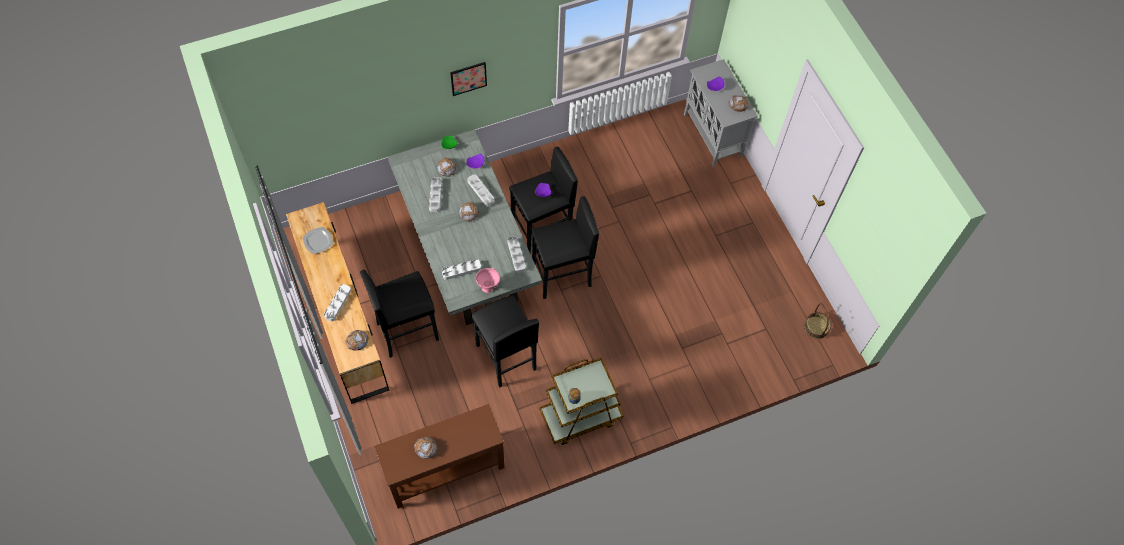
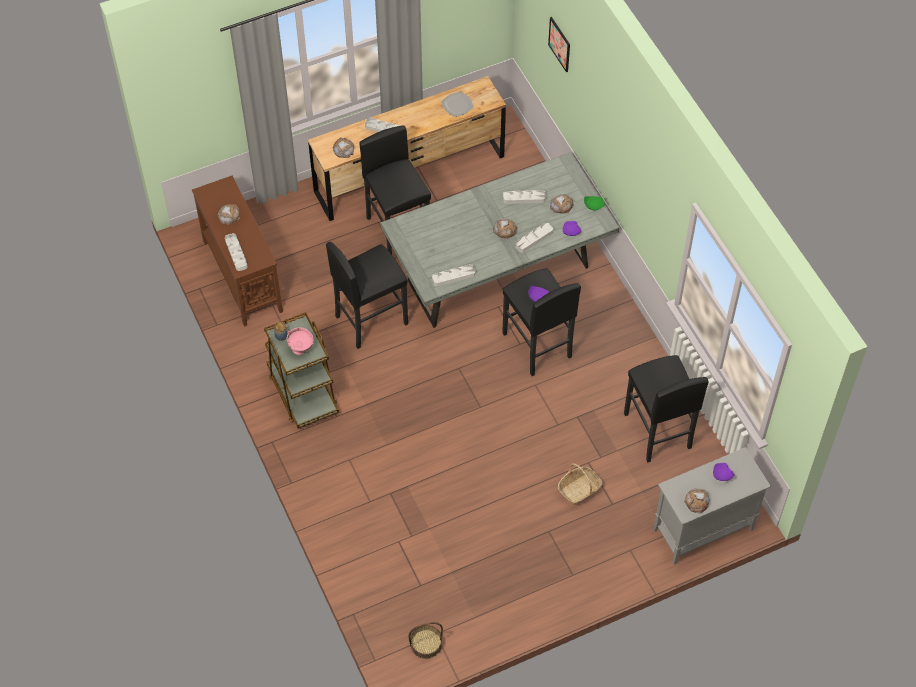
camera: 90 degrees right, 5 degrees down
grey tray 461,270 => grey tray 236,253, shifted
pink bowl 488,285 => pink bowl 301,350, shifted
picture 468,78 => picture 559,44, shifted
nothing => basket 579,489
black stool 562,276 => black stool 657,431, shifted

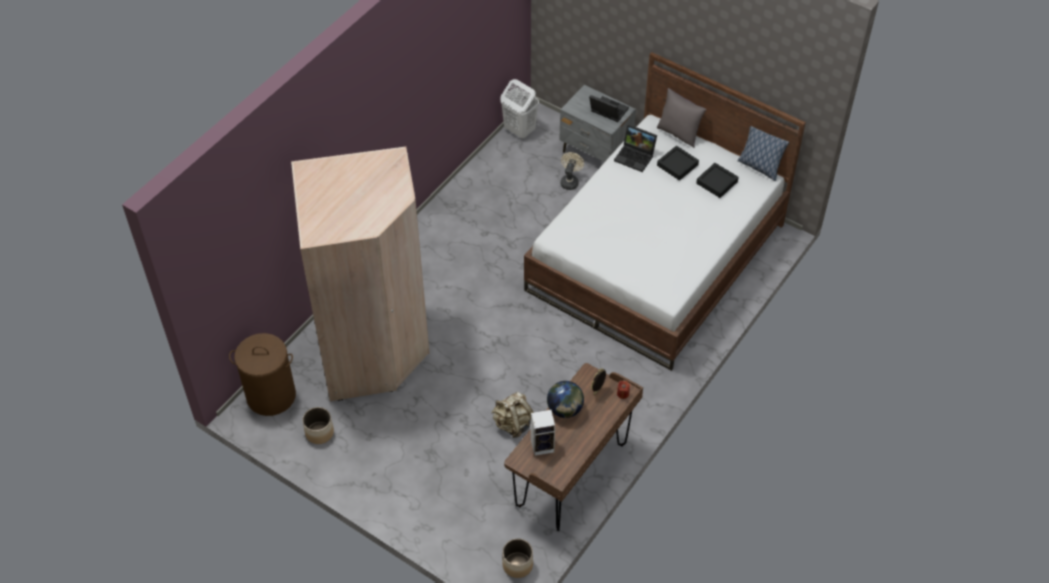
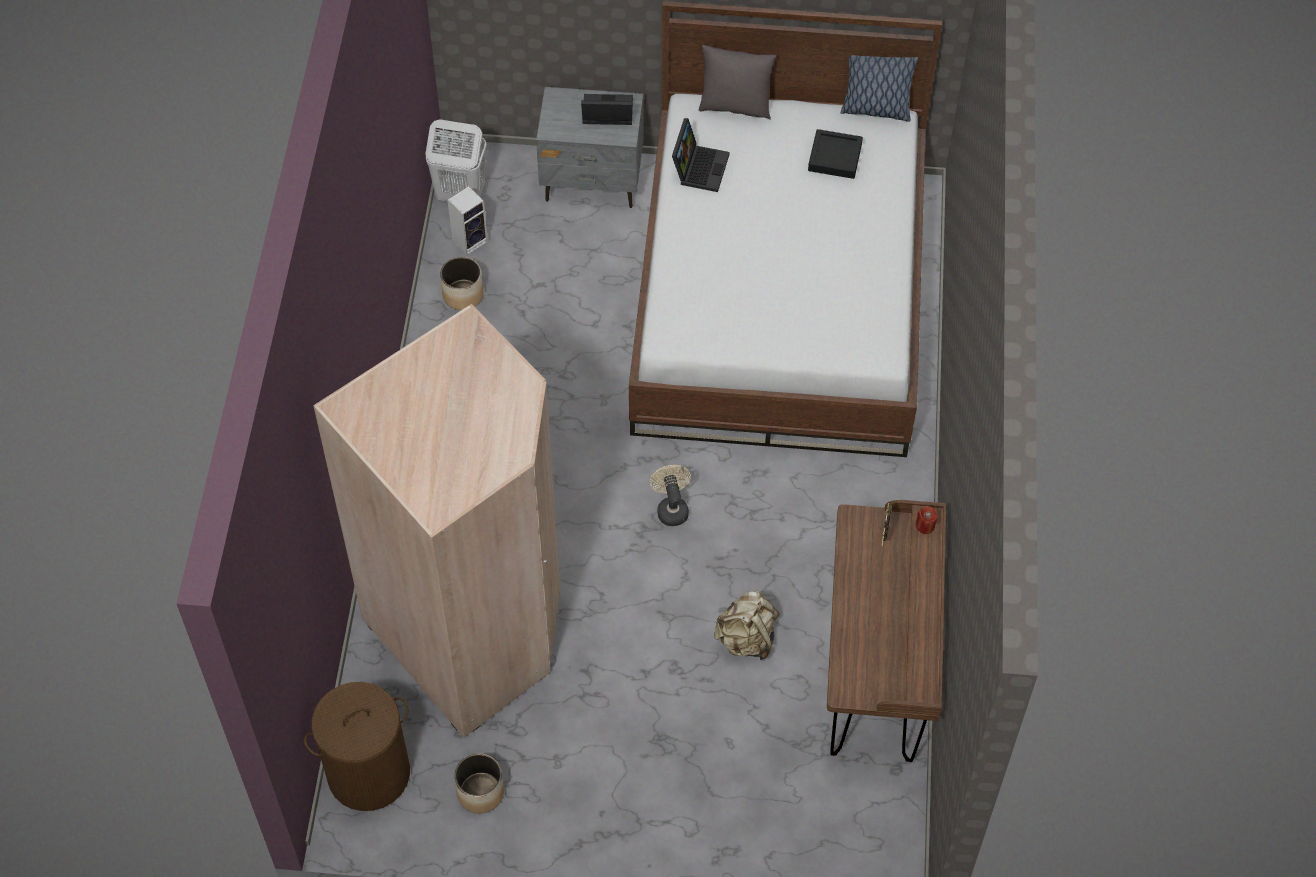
camera: 30 degrees left, 5 degrees up
planter 517,565 => planter 462,295, shifted
speaker 543,445 => speaker 470,240, shifted
beige fan 570,181 => beige fan 671,508, shifted
laptop 635,156 => laptop 699,167, 75 degrees counterclockwise
globe 565,409 => nothing
black tray 677,165 => nothing

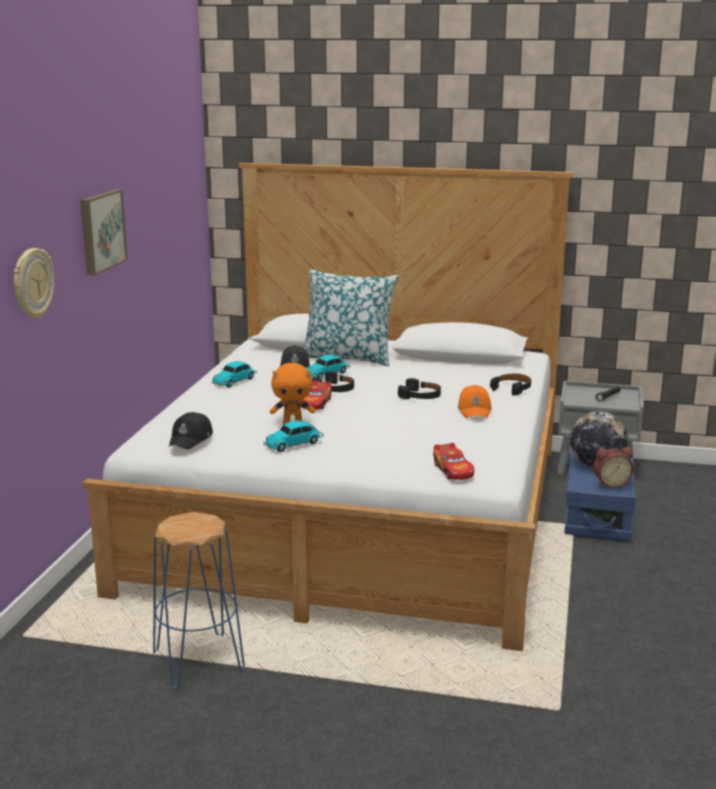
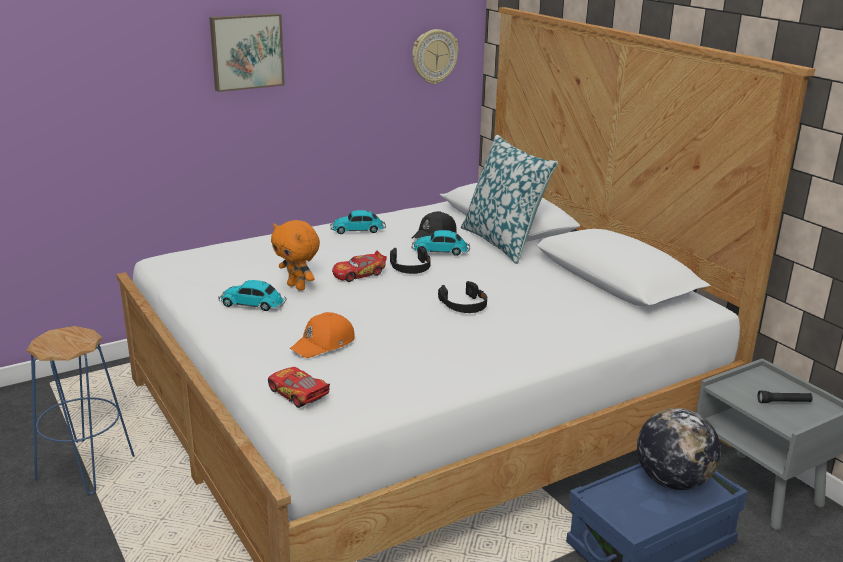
camera: 45 degrees right, 5 degrees up
toy car 453,470 => toy car 298,394, 105 degrees clockwise
orange cap 475,410 => orange cap 324,344, shifted
wall clock 32,283 => wall clock 434,56, shifted
black cap 191,439 => nothing
black headphones 512,388 => nothing
alarm clock 610,483 => nothing

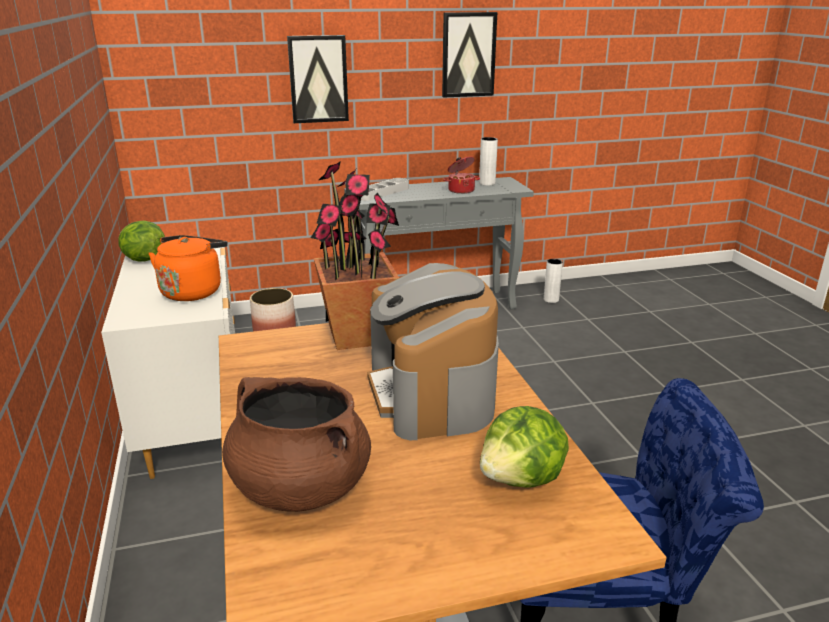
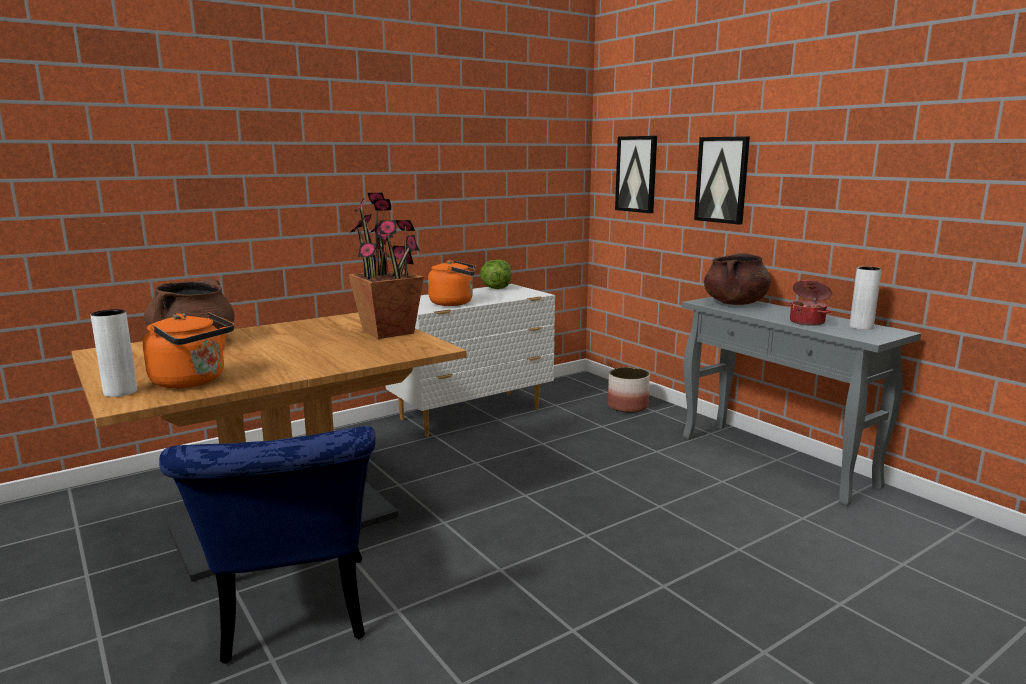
camera: 70 degrees right, 10 degrees down
white vase 551,300 => white vase 120,392, shifted
lettuce 522,479 => orange kettle 192,381
picture 468,55 => picture 636,174, shifted
grey tray 382,193 => brown cooking pot 735,303
coffee machine 431,392 => nothing

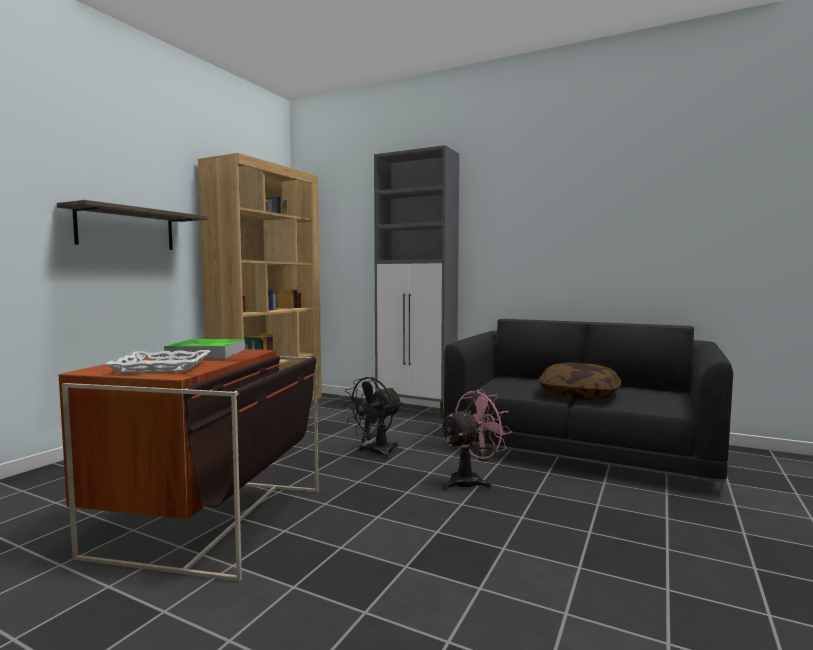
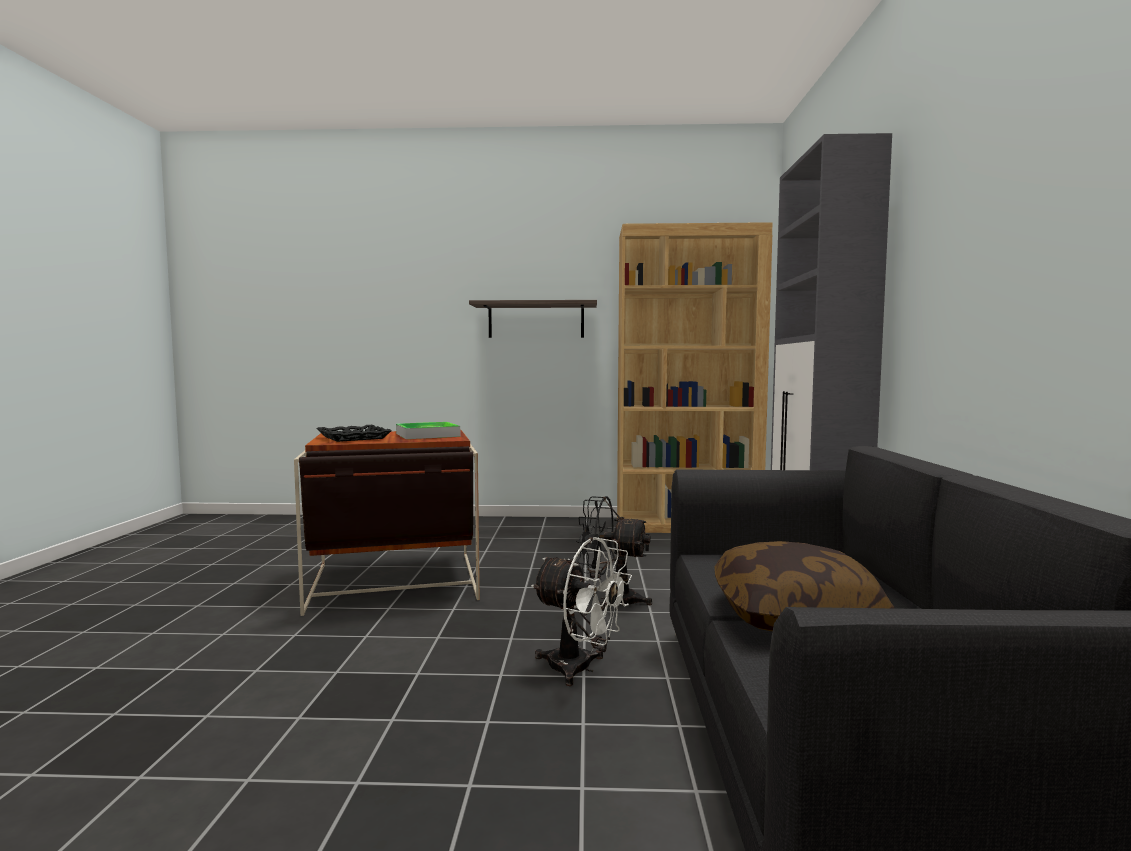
camera: 65 degrees right, 0 degrees up
white tray 162,367 => black tray 353,437
pink fan 471,481 => white fan 580,669

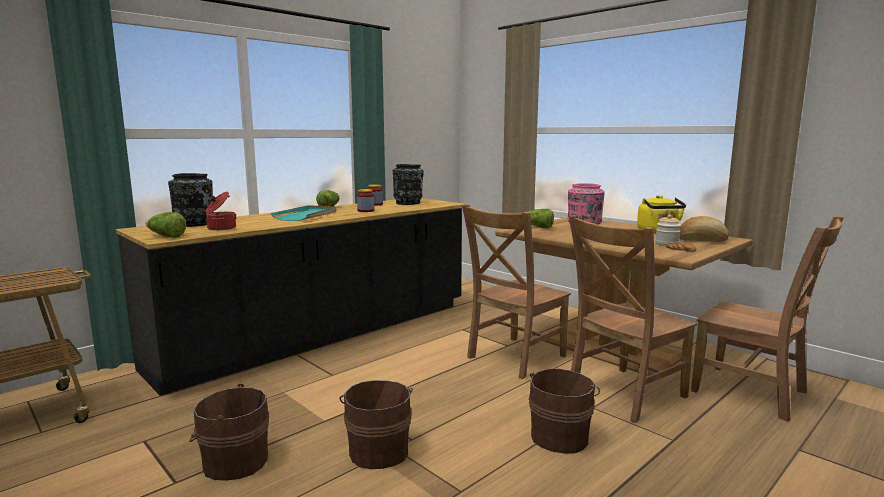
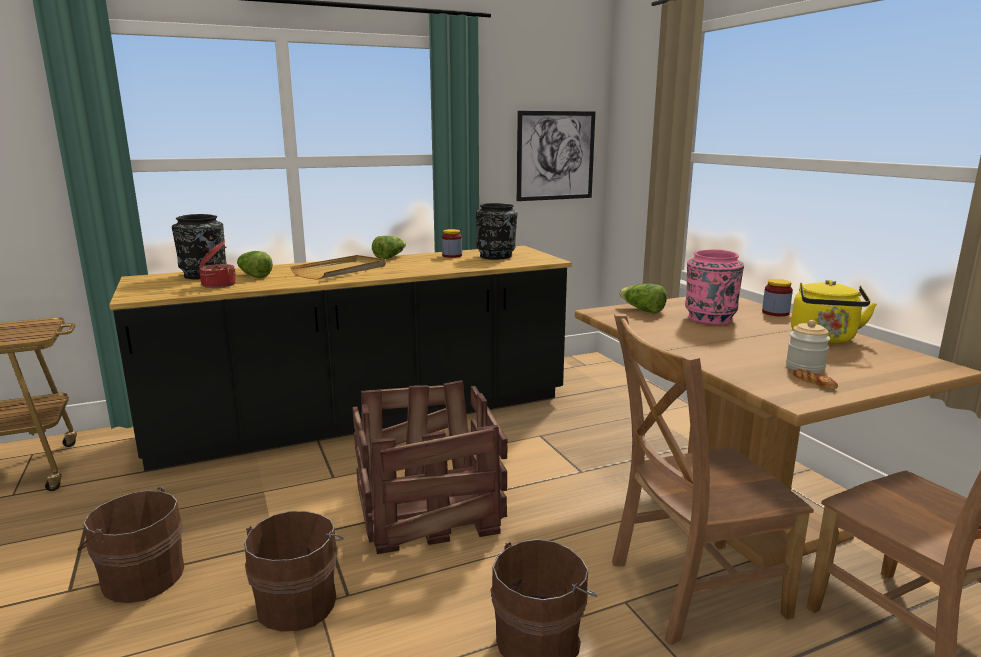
camera: 20 degrees right, 5 degrees up
lettuce 166,236 => lettuce 254,276, shifted
turquoise tray 306,215 => beige tray 341,270
nothing => crate 430,508
nothing => picture 555,156
jar 365,211 => jar 775,313, shifted
brown chair 514,358 => nothing
bread 701,241 => nothing

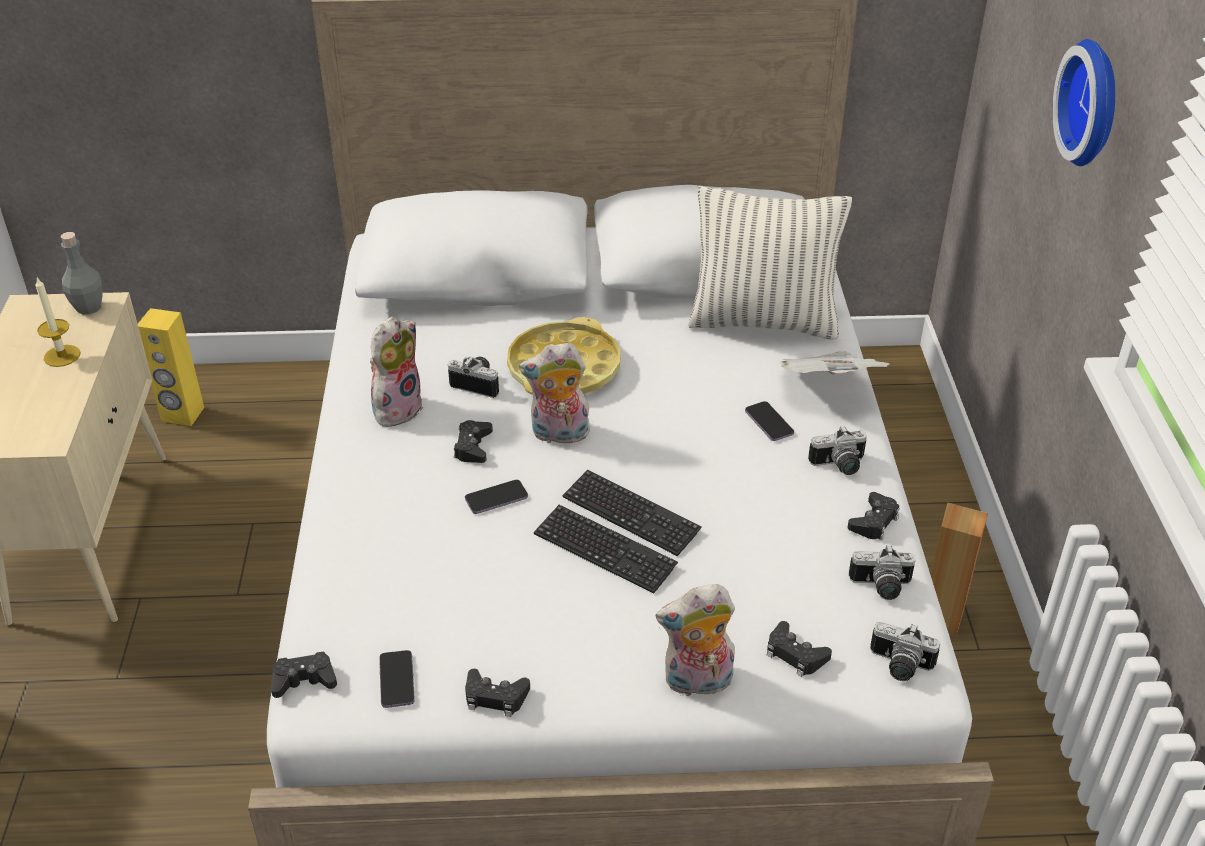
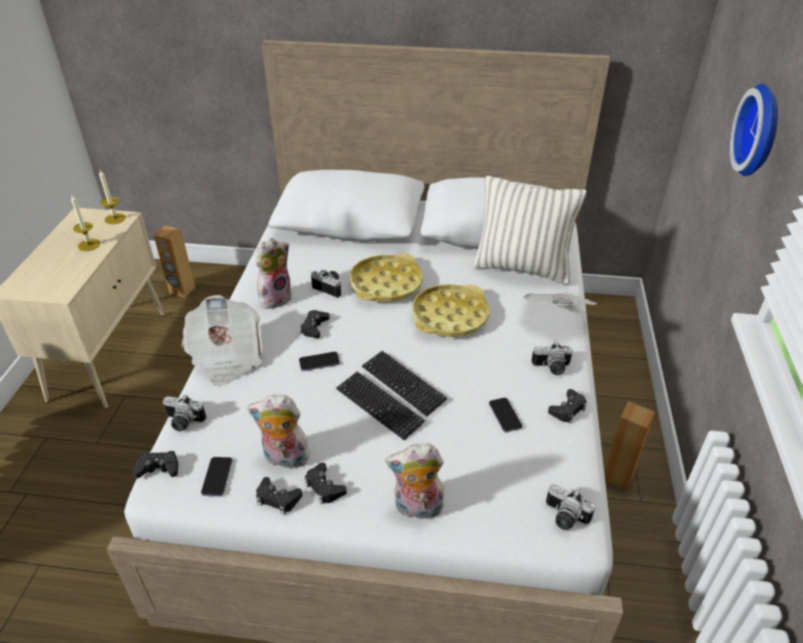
camera: 10 degrees right, 0 degrees up
grey bottle 89,307 => candle 115,218
yellow speaker 182,414 => brown speaker 182,290
photo camera 881,587 => photo camera 183,422, shifted
nothing => newspaper 226,357
plush toy 559,435 => plush toy 284,459, shifted
black game controller 795,654 => black game controller 324,487, shifted
nothing => yellow tray 449,316
phone 769,423 => phone 505,415, shifted

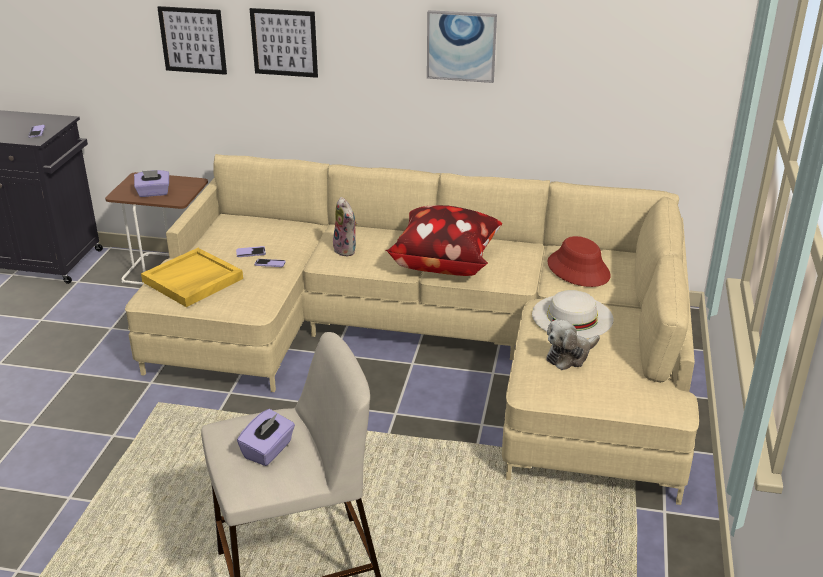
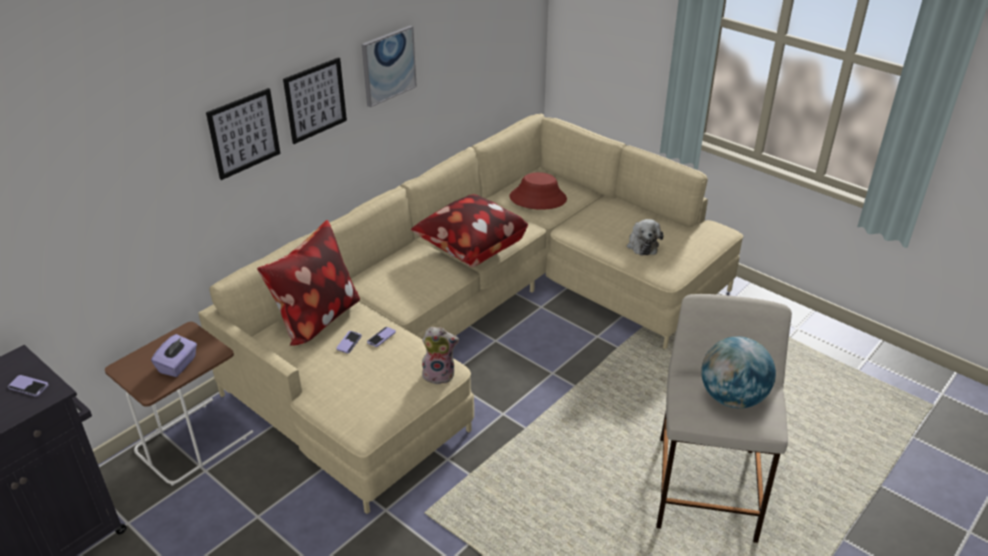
camera: 60 degrees left, 5 degrees up
nothing => pillow 316,319
picture 193,40 => picture 315,100, shifted
plush toy 347,250 => plush toy 439,374, shifted
purple tissue box 268,450 => globe 732,398
yellow tray 192,281 => nothing
white hat 572,316 => nothing

